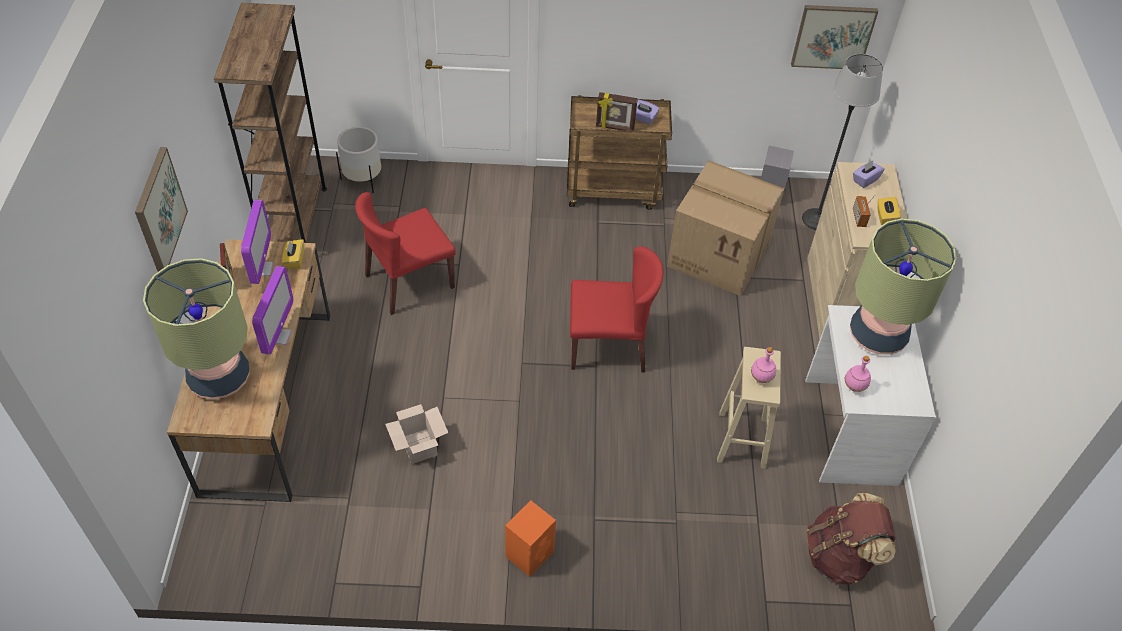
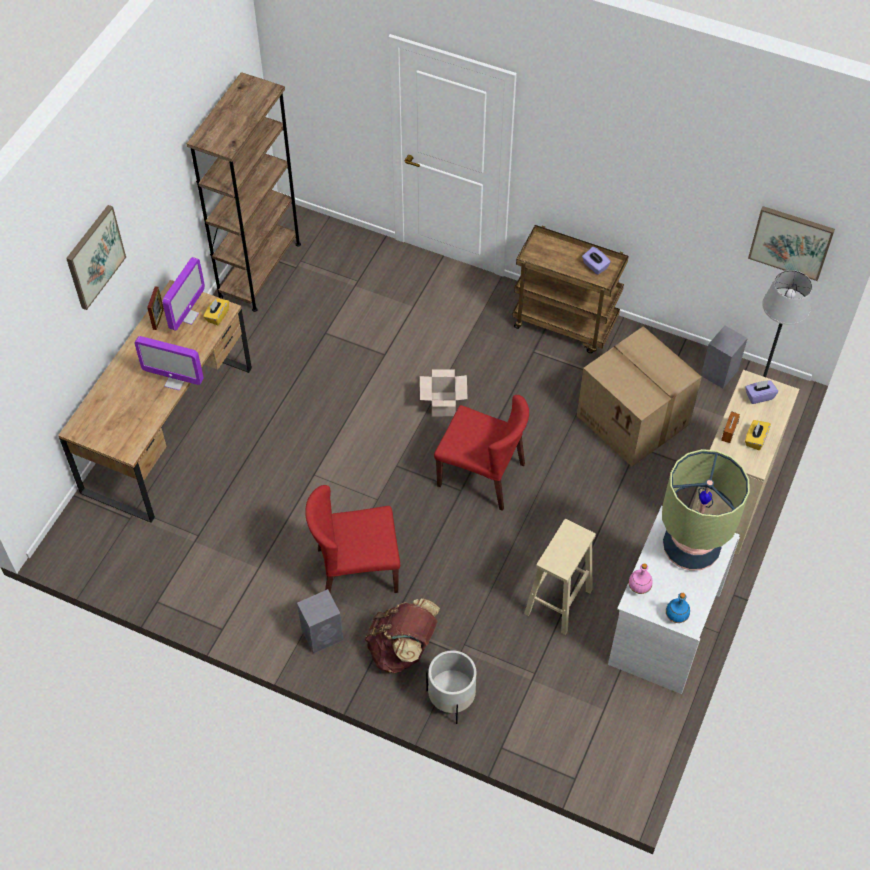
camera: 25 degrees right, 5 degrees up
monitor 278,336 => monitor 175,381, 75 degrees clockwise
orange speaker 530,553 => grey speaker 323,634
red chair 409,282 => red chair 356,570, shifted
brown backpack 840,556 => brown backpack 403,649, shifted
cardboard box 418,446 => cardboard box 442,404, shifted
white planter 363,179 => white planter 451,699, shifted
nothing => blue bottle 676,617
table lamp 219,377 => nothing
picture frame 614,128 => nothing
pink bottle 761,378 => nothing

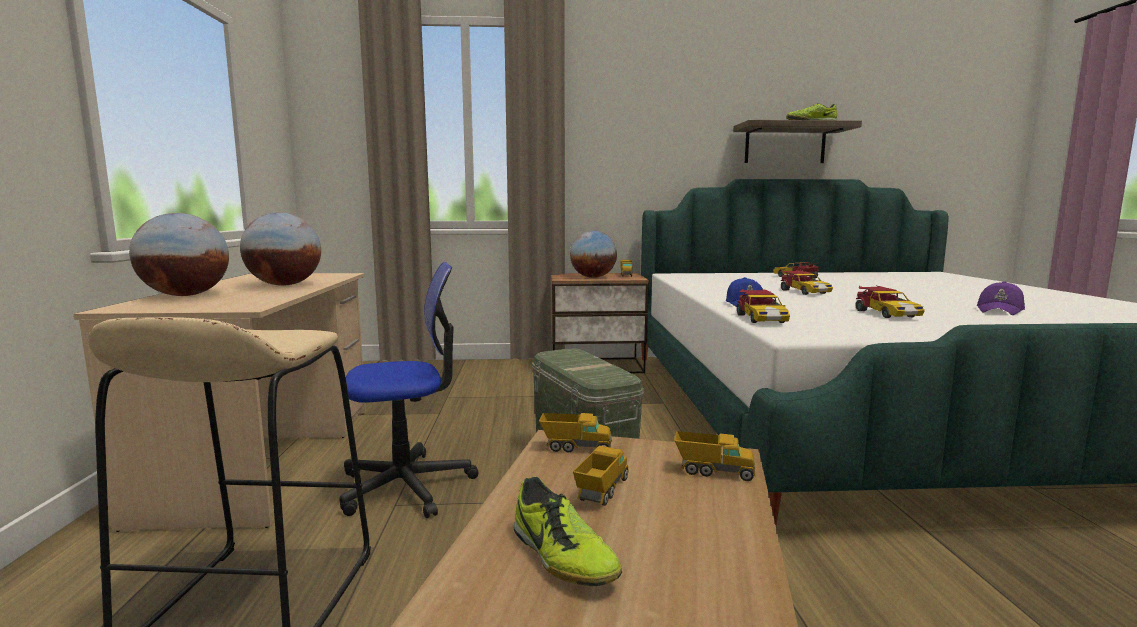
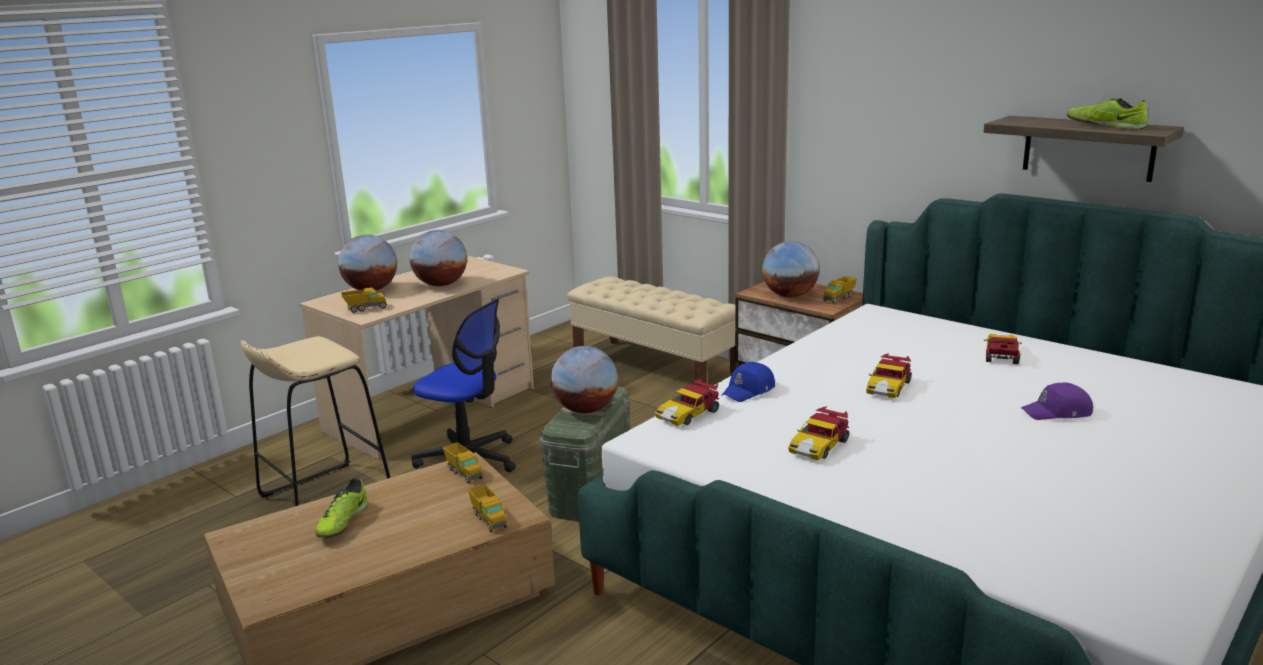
camera: 45 degrees right, 10 degrees up
toy truck 602,492 => toy truck 365,309, shifted
nothing => globe 585,410
nothing => beige bench 655,368
purple cap 1000,310 => purple cap 1057,412, shifted

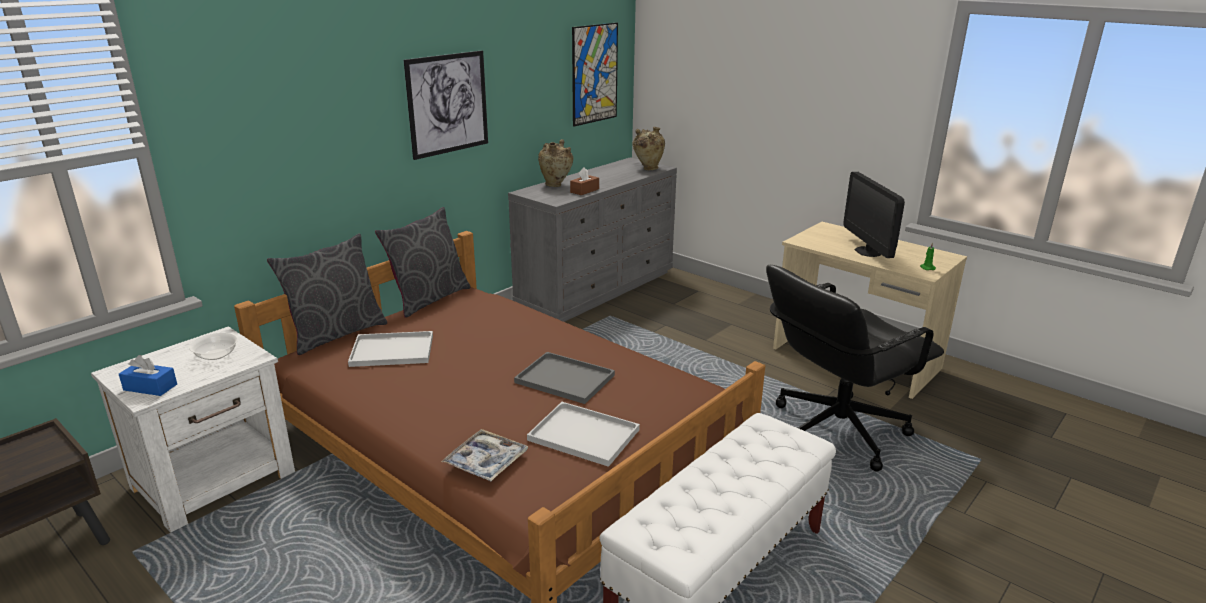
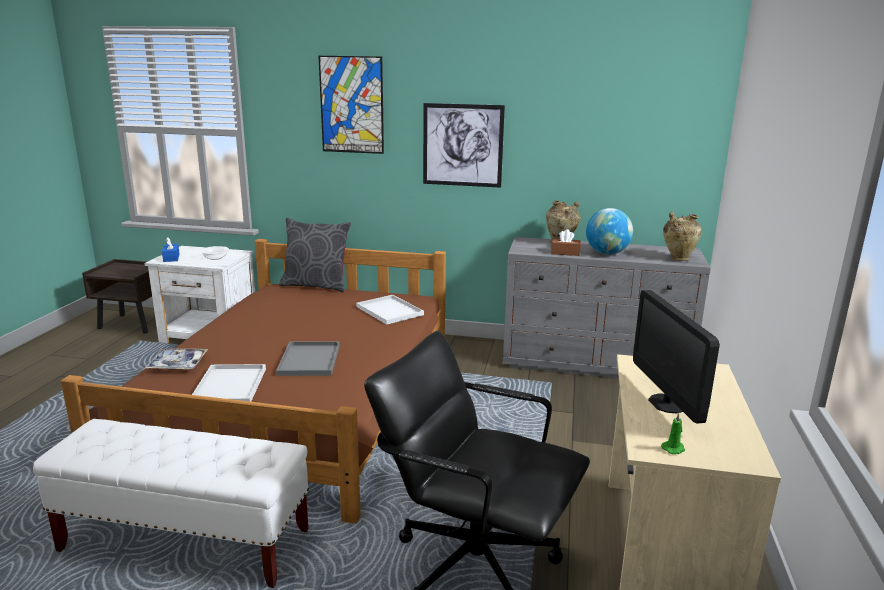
camera: 60 degrees right, 5 degrees down
picture 594,74 => picture 351,105, shifted
white tray 394,350 => white tray 391,311, shifted
nothing => globe 607,253
monitor 868,251 => monitor 667,403, 60 degrees counterclockwise
grey pillow 428,299 => nothing

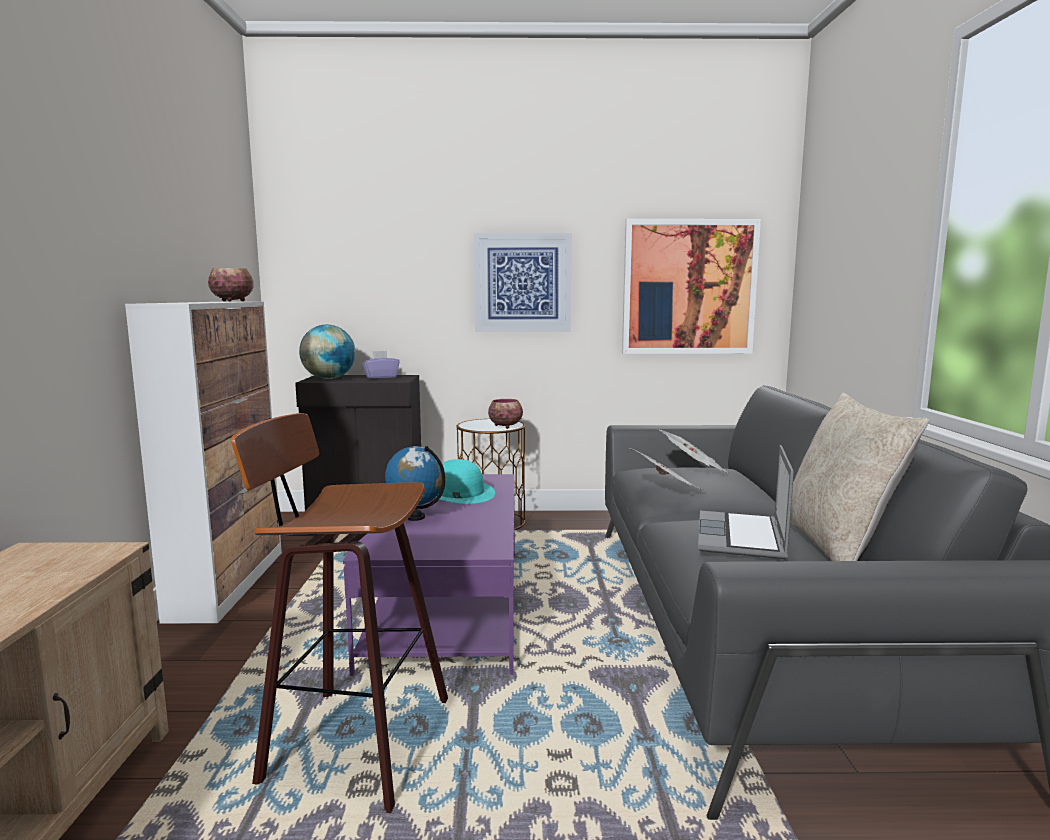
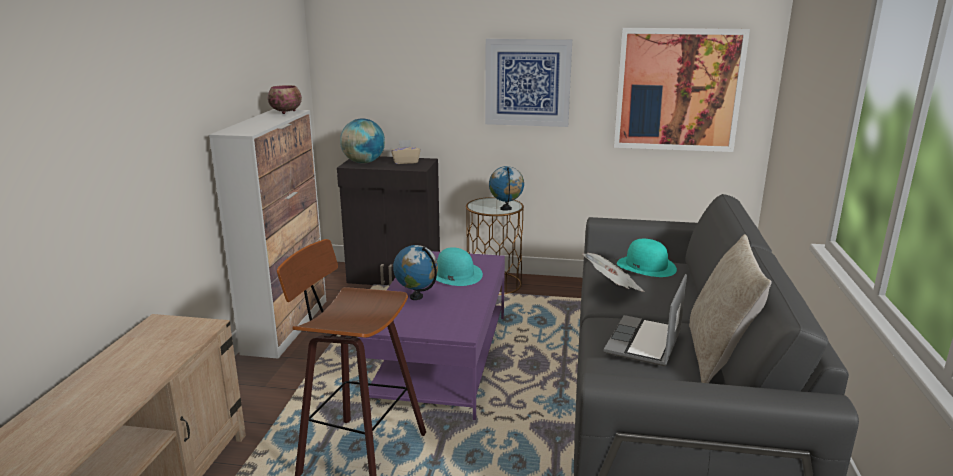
camera: 10 degrees right, 10 degrees up
purple tissue box 381,377 => beige tissue box 405,162
bowl 505,426 => globe 506,208
newspaper 693,469 => turquoise hat 646,266

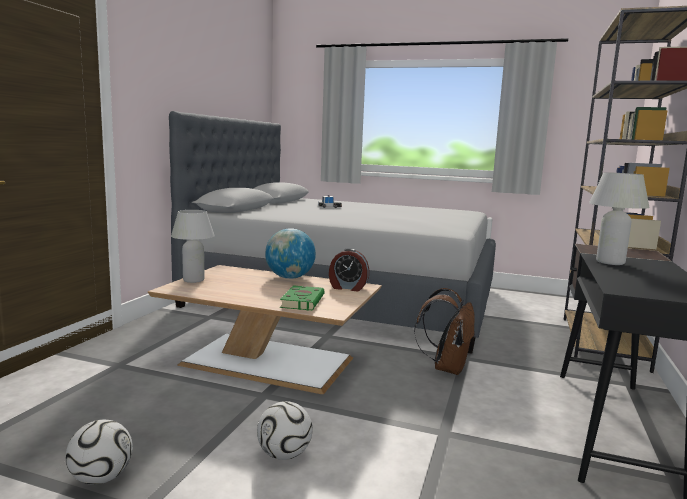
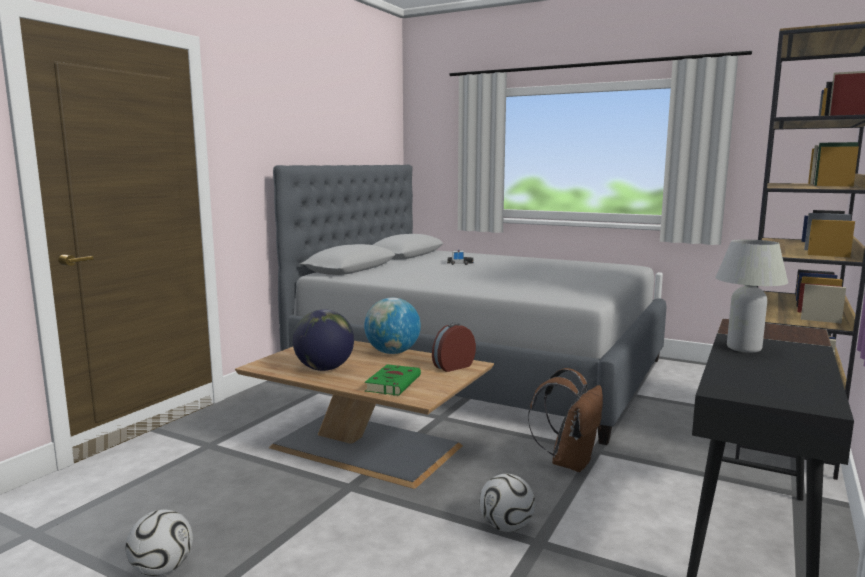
camera: 10 degrees right, 0 degrees up
nothing => globe 324,369
alarm clock 348,287 => alarm clock 452,366, 120 degrees clockwise
football 284,454 => football 506,527, shifted
white table lamp 193,280 => nothing

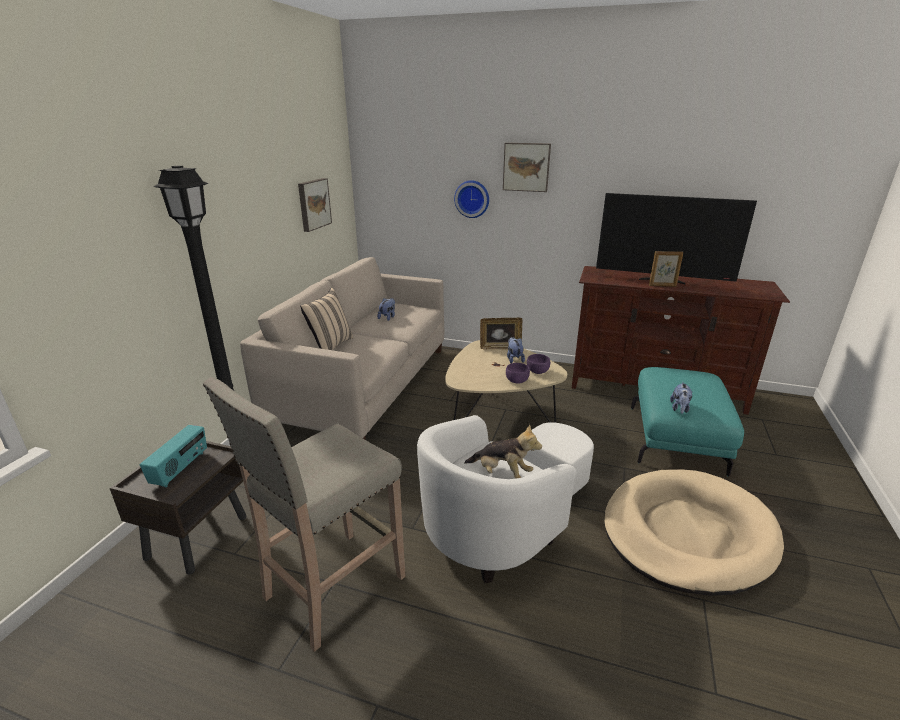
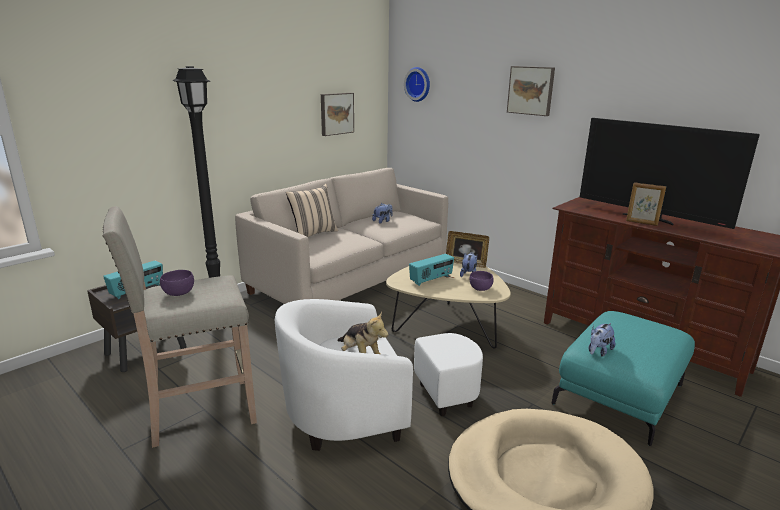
camera: 25 degrees right, 5 degrees down
purple bowl 517,380 => purple bowl 178,292, shifted
wall clock 472,198 => wall clock 418,84, shifted
nothing => radio 431,280

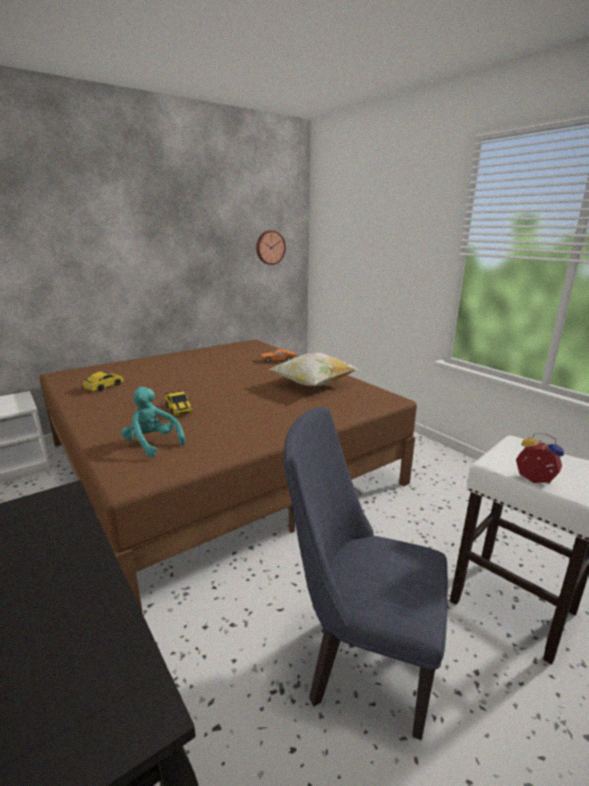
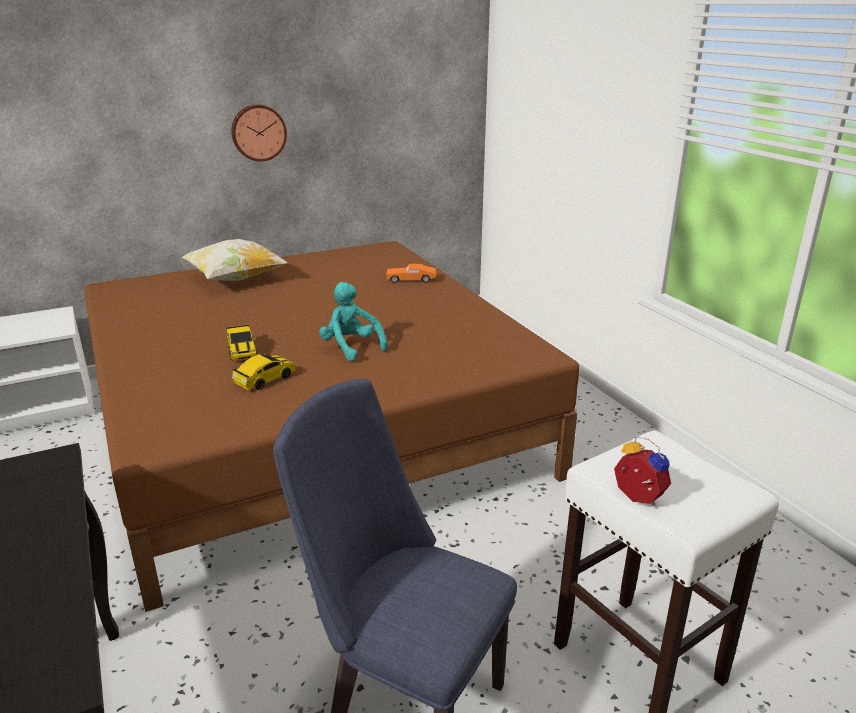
camera: 10 degrees right, 5 degrees up
pillow 313,385 => pillow 236,279, shifted
wall clock 270,247 => wall clock 258,132, shifted
toy car 104,386 => toy car 265,379, shifted
turquoise plush toy 152,444 => turquoise plush toy 351,347, shifted

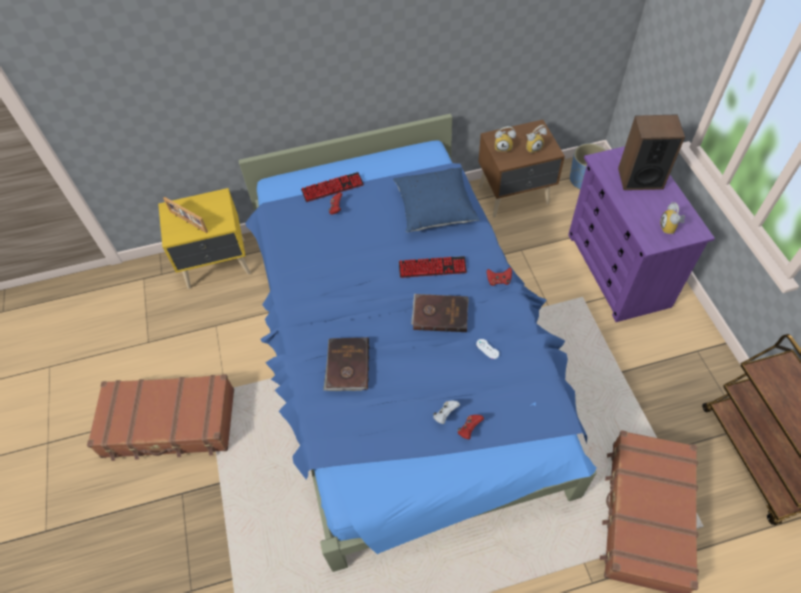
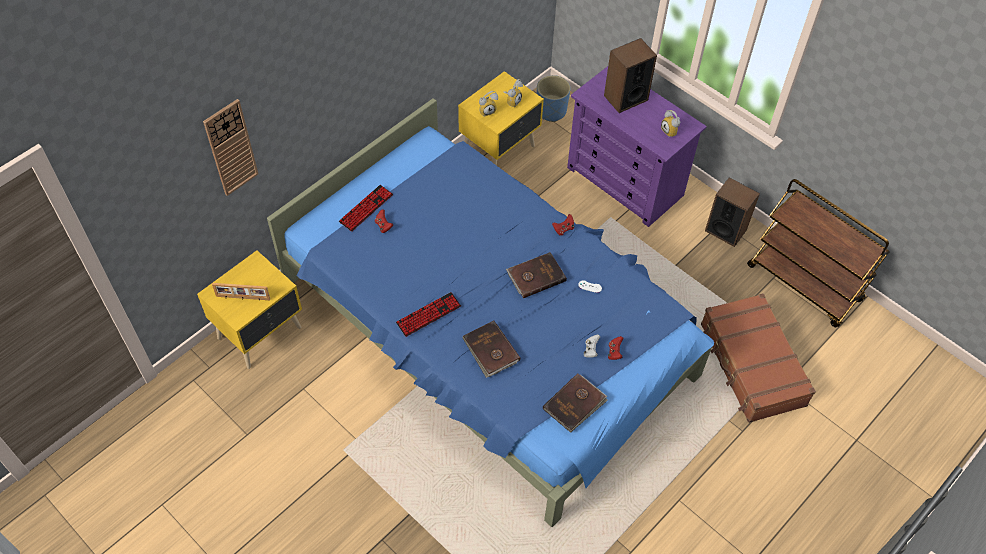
camera: 35 degrees left, 0 degrees up
nothing => wall clock 231,148
keyboard 432,268 => keyboard 428,315, shifted
brown nightstand 515,196 => yellow nightstand 500,150
nothing => brown book 575,404
nothing => speaker 725,230
brown suitcase 169,424 => nothing
blue pillow 435,209 => nothing

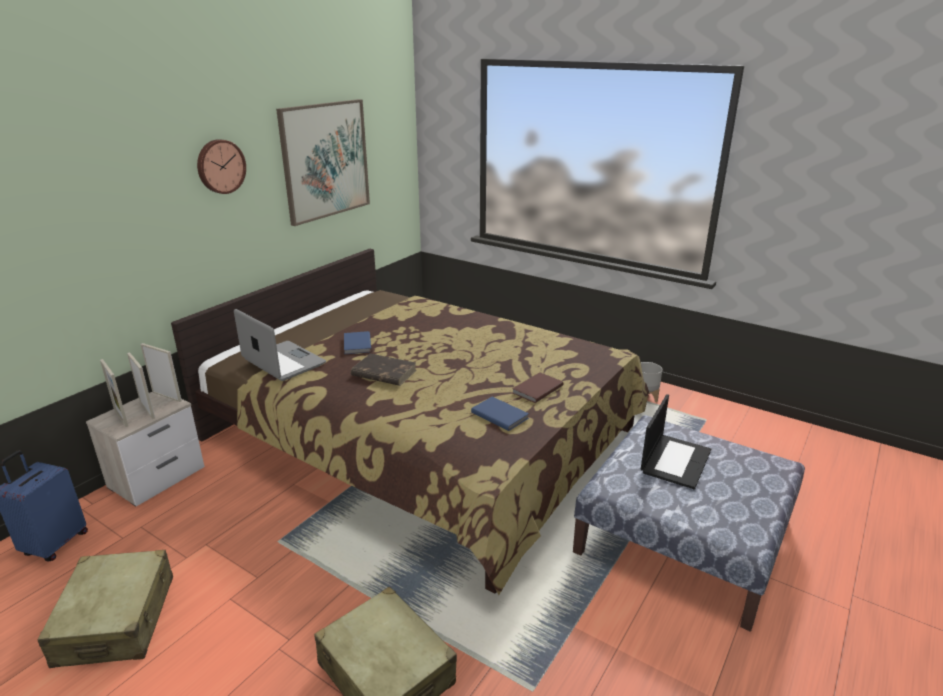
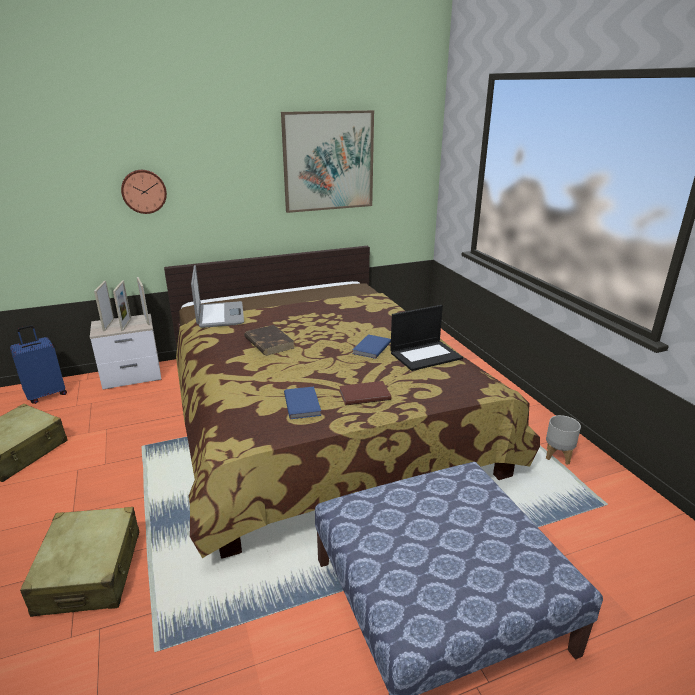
camera: 35 degrees right, 0 degrees up
wall clock 220,166 => wall clock 144,191, shifted
blue book 356,344 => blue book 370,348, shifted
laptop 675,460 => laptop 426,355, shifted

